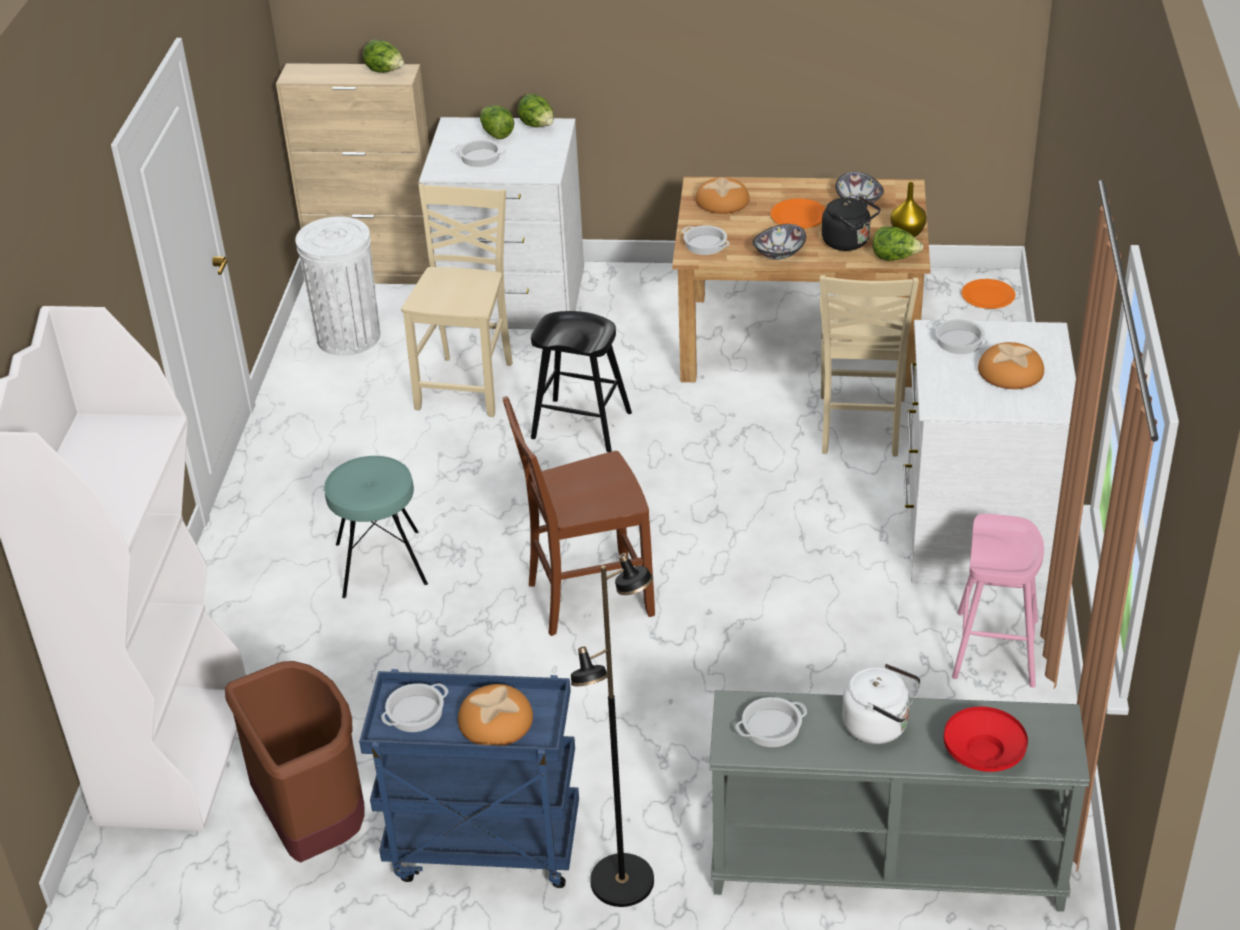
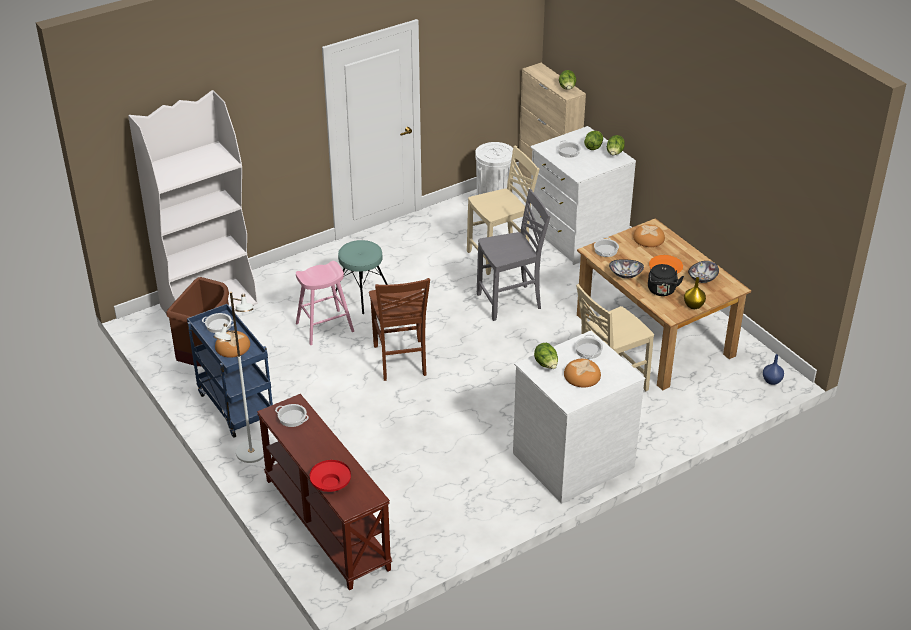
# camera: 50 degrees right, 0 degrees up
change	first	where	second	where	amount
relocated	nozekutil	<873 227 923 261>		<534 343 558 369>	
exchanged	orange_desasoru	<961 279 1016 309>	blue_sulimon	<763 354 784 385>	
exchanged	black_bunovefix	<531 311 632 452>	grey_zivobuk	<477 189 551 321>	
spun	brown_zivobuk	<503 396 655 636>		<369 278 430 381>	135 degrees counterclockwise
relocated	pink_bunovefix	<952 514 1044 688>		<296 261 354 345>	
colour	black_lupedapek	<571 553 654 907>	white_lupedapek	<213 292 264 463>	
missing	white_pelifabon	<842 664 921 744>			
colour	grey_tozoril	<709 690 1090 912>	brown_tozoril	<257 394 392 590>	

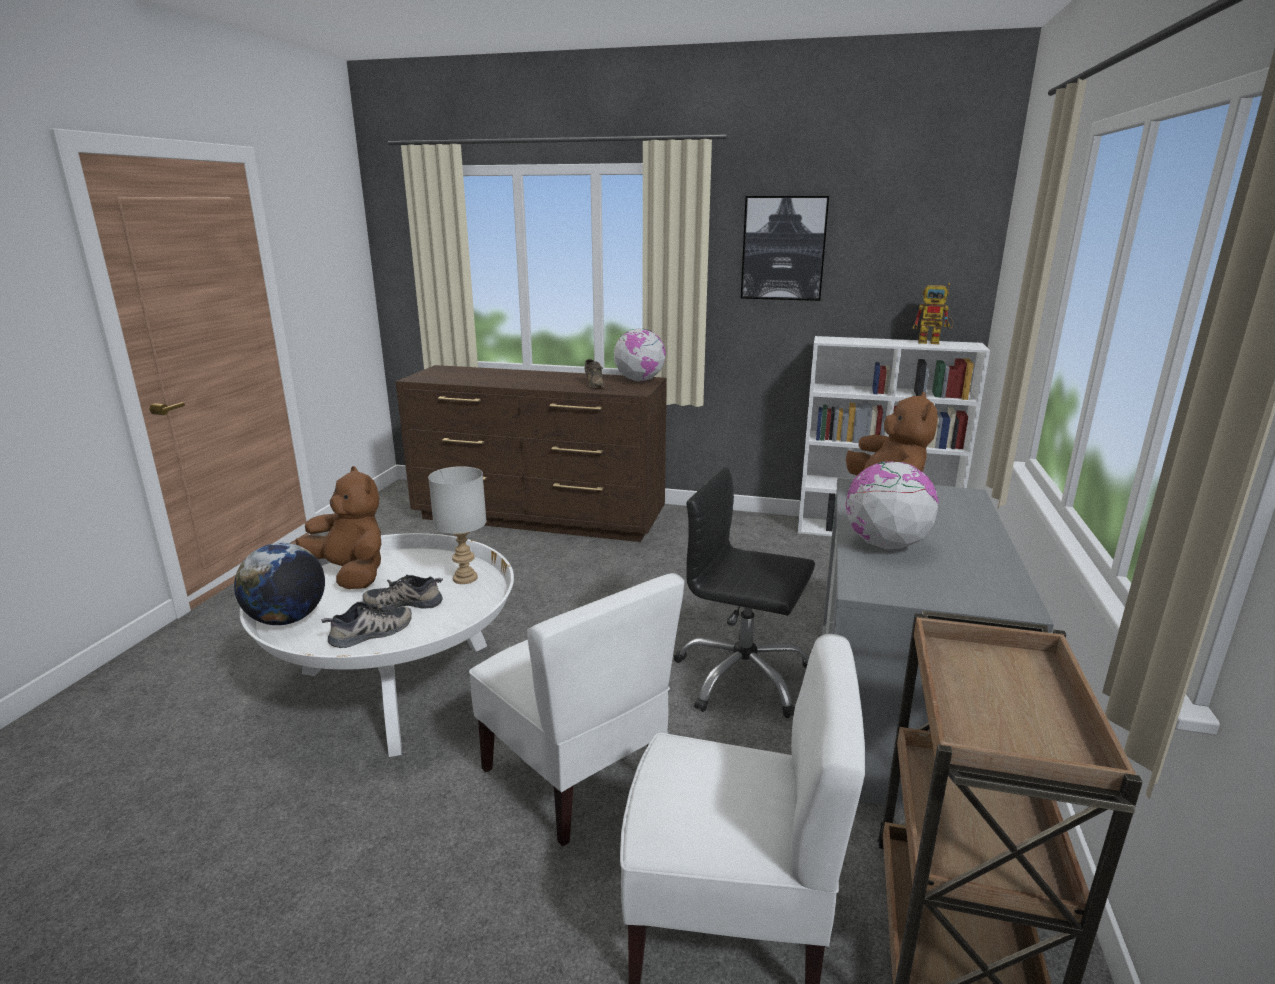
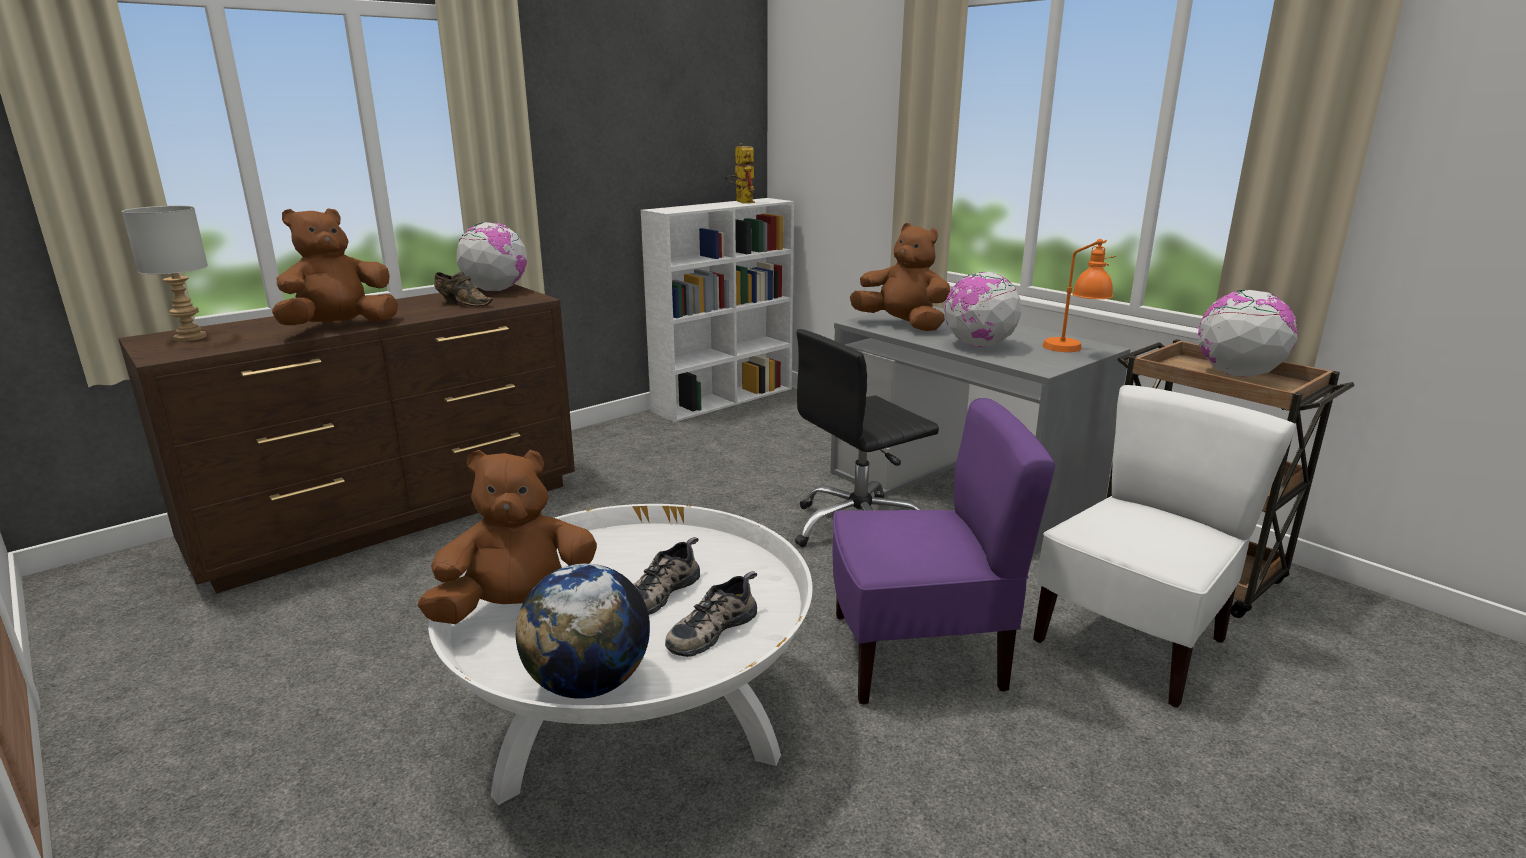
# camera: 55 degrees left, 0 degrees up
change	first	where	second	where	amount
missing	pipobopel	<741 196 829 301>			
spun	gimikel	<912 283 954 344>		<725 143 755 203>	75 degrees counterclockwise
relocated	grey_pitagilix	<428 466 487 584>		<122 206 208 342>	
colour	white_zivobuk	<469 573 685 847>	purple_zivobuk	<832 398 1055 705>	
spun	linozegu	<321 602 412 648>		<665 571 757 657>	135 degrees counterclockwise
appeared			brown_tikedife	<272 208 398 325>	
appeared			orange_pitagilix	<1042 239 1116 352>	
appeared			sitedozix	<1198 290 1298 377>	

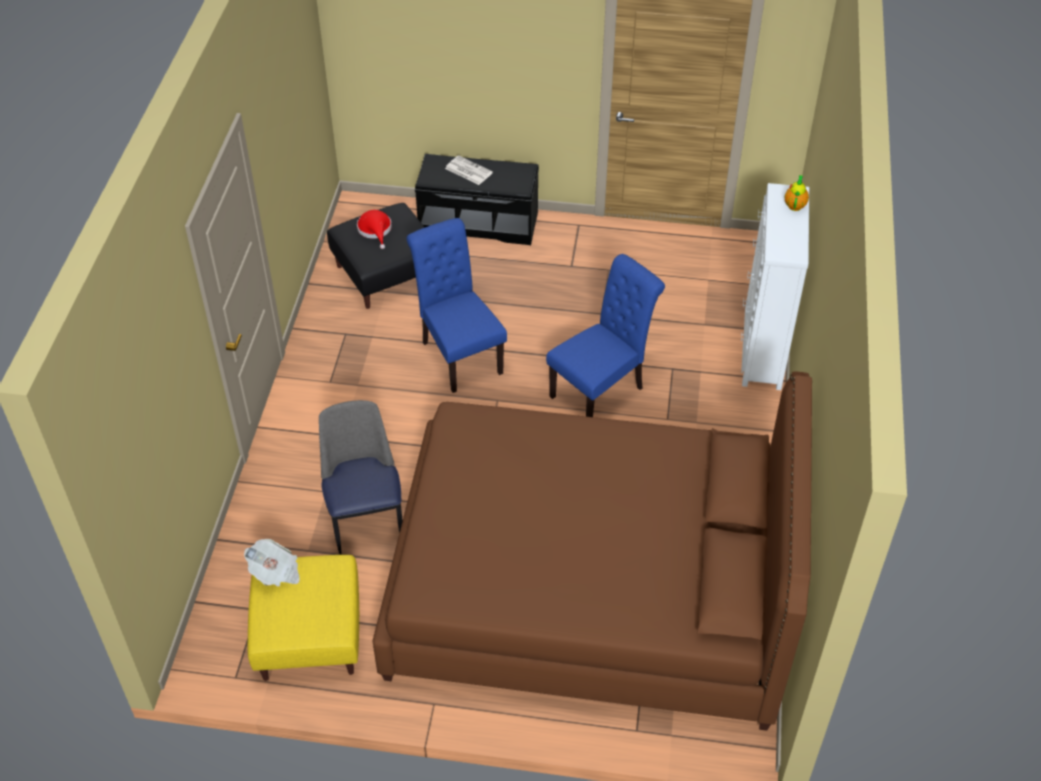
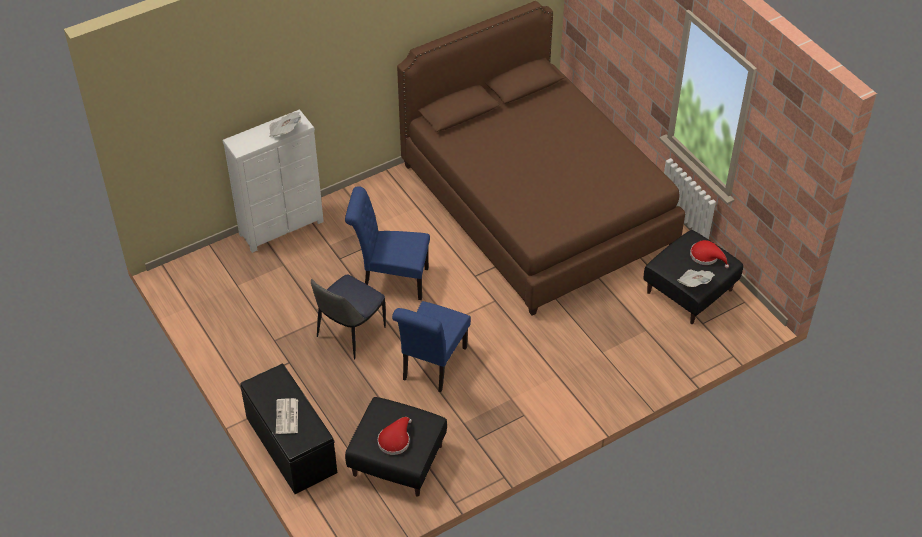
# camera: 130 degrees left, 0 degrees up
change	first	where	second	where	amount
missing	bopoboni	<785 175 809 211>			
relocated	zivobuk	<319 400 403 555>		<311 275 386 360>	
colour	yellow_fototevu	<248 555 359 681>	black_fototevu	<644 230 743 324>	
appeared			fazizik	<269 112 301 137>	
appeared			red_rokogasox	<690 240 729 268>	

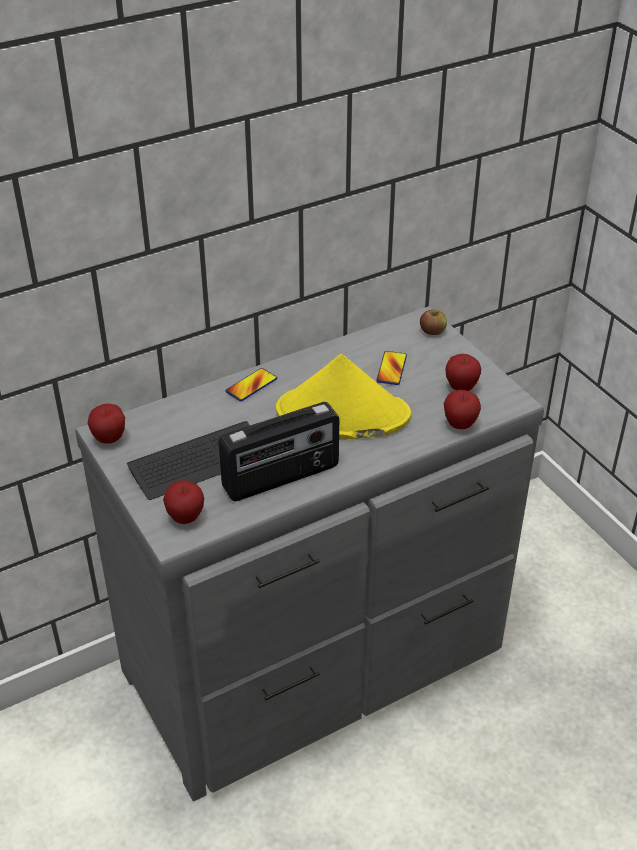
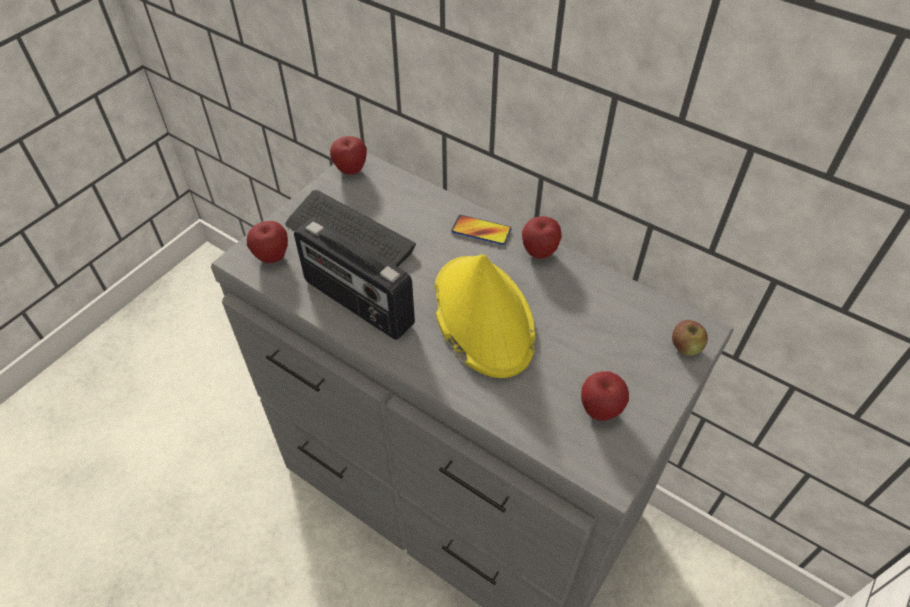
# camera: 65 degrees right, 10 degrees up
change	first	where	second	where	amount
missing	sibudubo	<376 351 407 385>			
relocated	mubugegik	<444 390 481 429>		<522 216 562 259>	

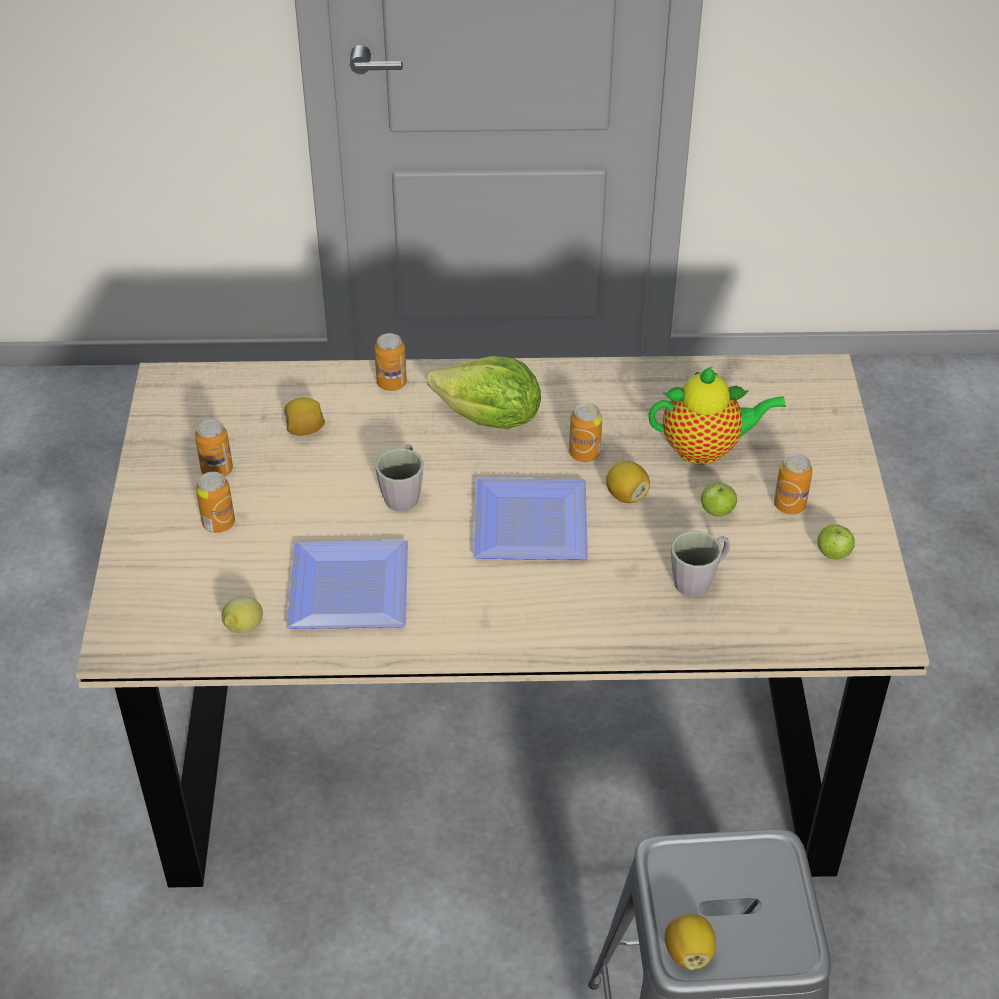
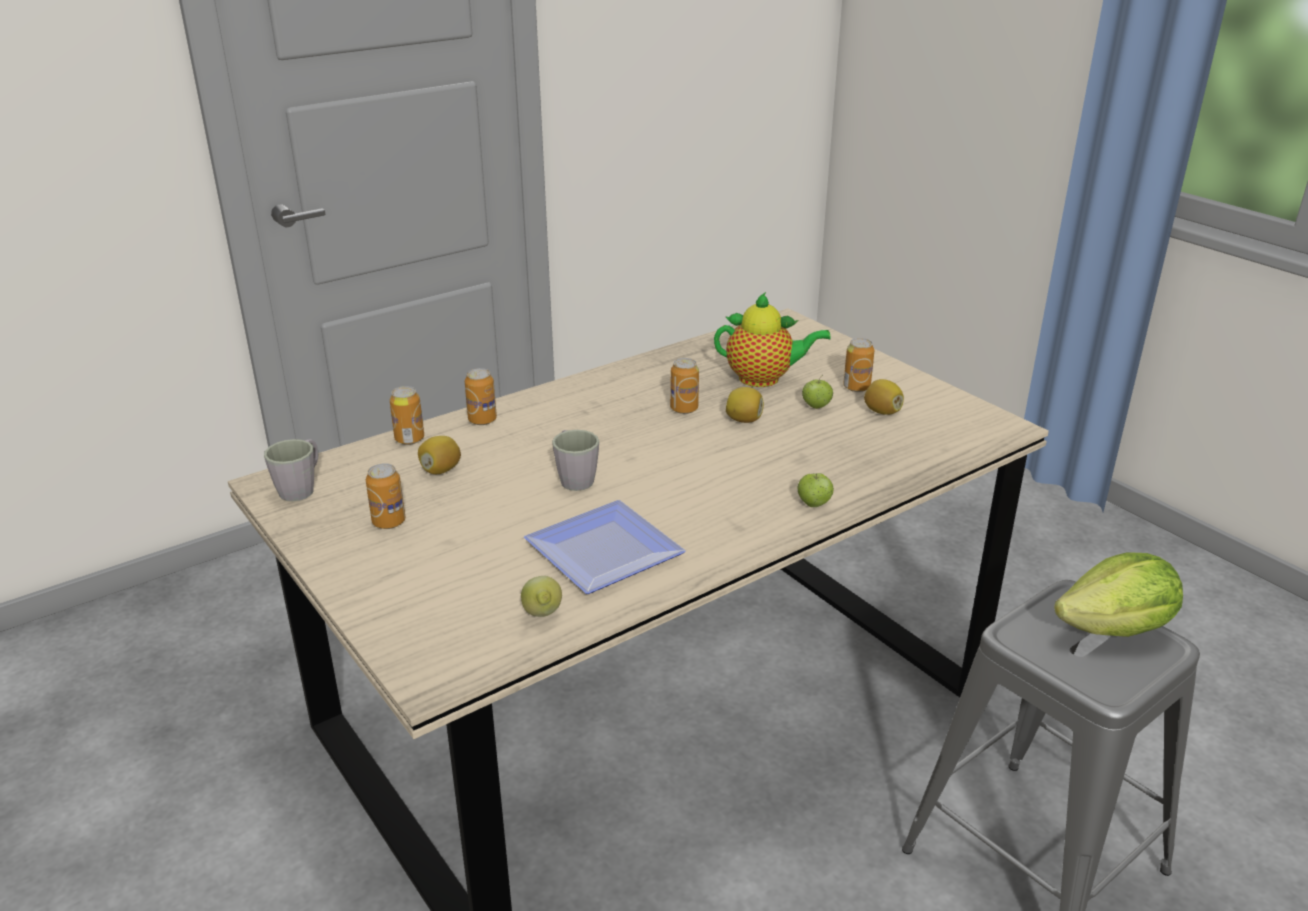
# camera: 35 degrees left, 15 degrees down
change	first	where	second	where	amount
relocated	nozekutil	<427 356 541 429>		<1054 552 1183 637>	
spun	bopoboni	<649 366 786 465>		<714 292 830 387>	45 degrees clockwise
relocated	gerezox	<196 472 235 533>		<390 386 424 445>	
missing	desasoru	<473 478 588 560>			
relocated	mubugegik	<817 524 855 559>		<798 473 834 507>	
relocated	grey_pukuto	<671 531 730 597>		<264 439 318 501>	
relocated	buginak	<665 914 716 970>		<864 379 904 415>	

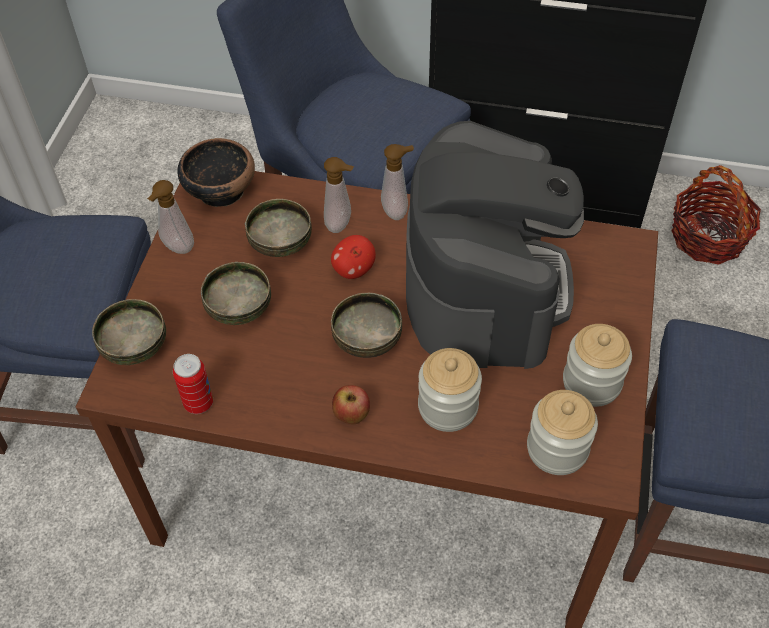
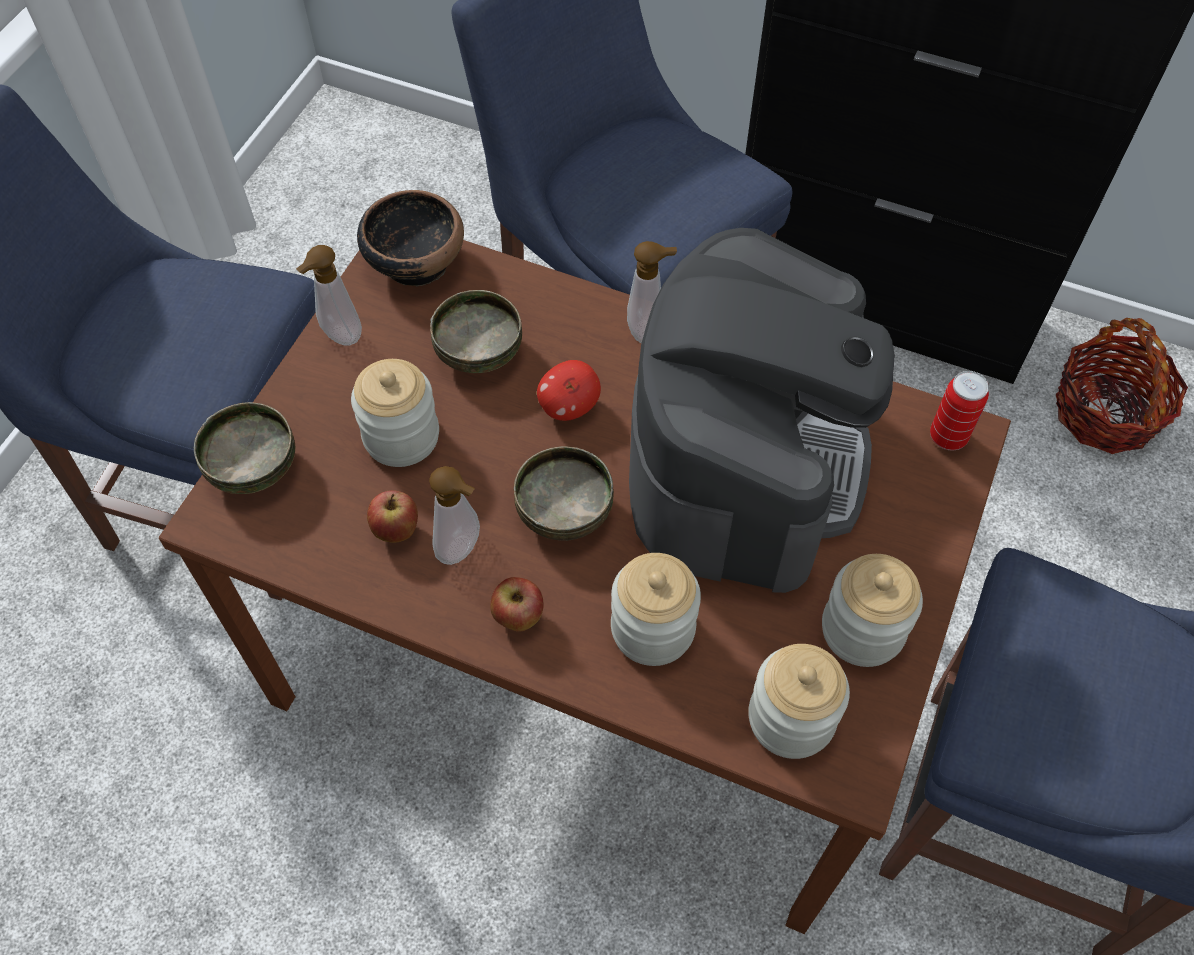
# camera: 10 degrees right, 5 degrees up
change	first	where	second	where	amount
relocated	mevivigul	<324 157 354 233>		<429 466 480 565>	
exchanged	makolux	<201 262 271 325>	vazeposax	<351 359 439 467>	
relocated	gerezox	<173 354 213 414>		<930 371 989 450>	
appeared			mubugegik	<367 490 418 543>	

